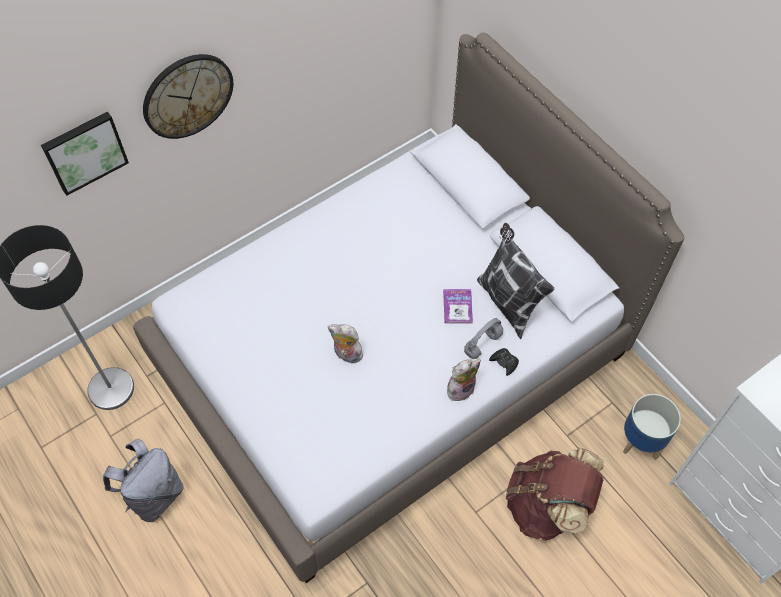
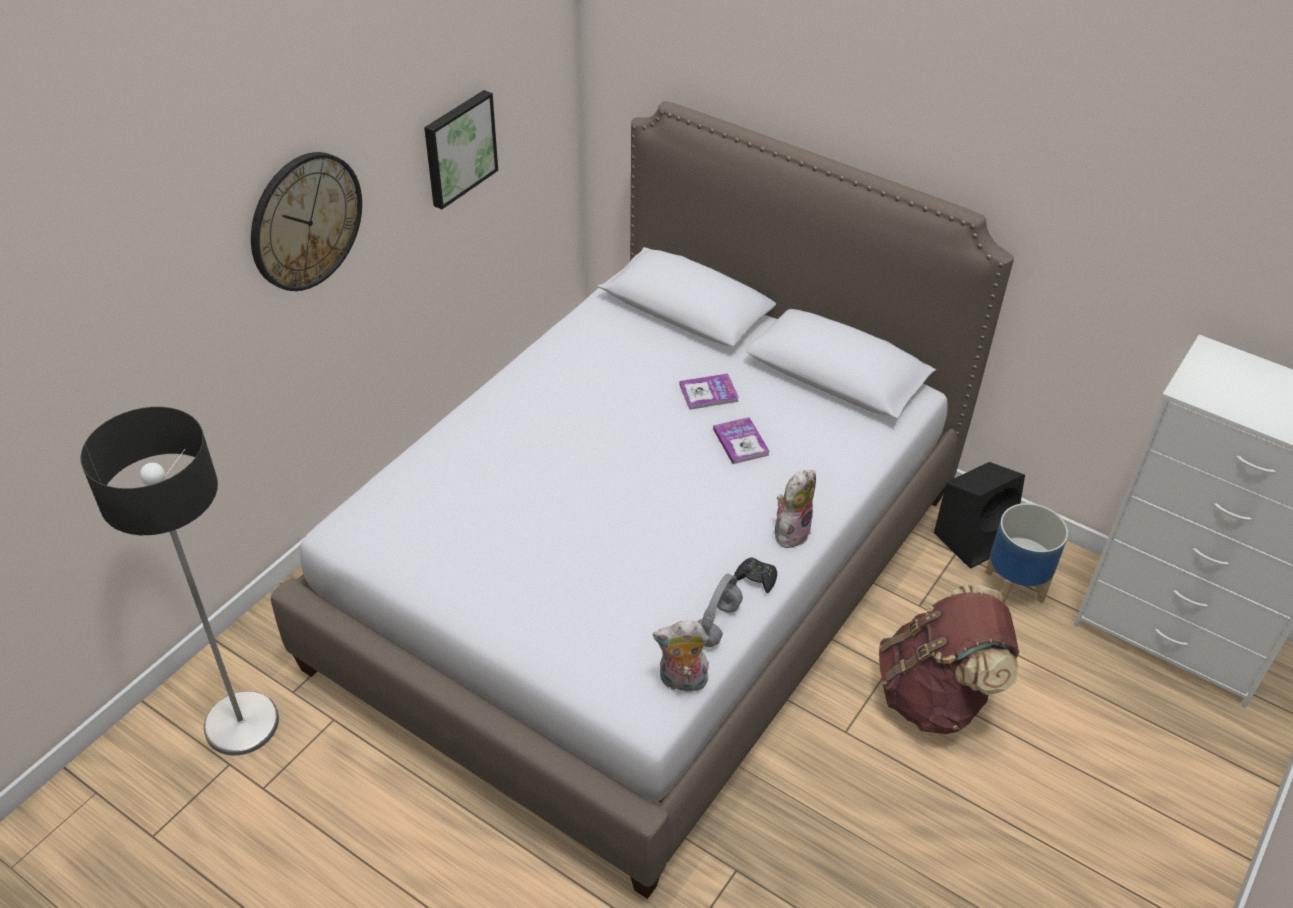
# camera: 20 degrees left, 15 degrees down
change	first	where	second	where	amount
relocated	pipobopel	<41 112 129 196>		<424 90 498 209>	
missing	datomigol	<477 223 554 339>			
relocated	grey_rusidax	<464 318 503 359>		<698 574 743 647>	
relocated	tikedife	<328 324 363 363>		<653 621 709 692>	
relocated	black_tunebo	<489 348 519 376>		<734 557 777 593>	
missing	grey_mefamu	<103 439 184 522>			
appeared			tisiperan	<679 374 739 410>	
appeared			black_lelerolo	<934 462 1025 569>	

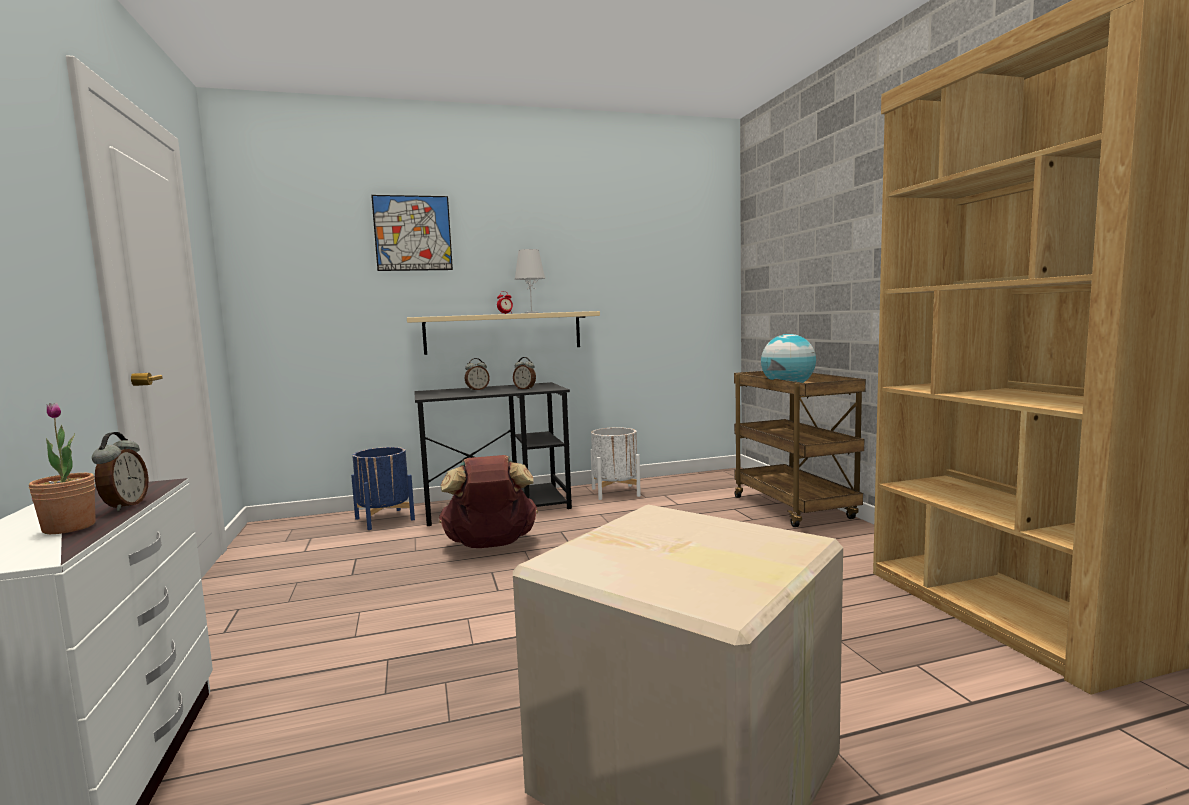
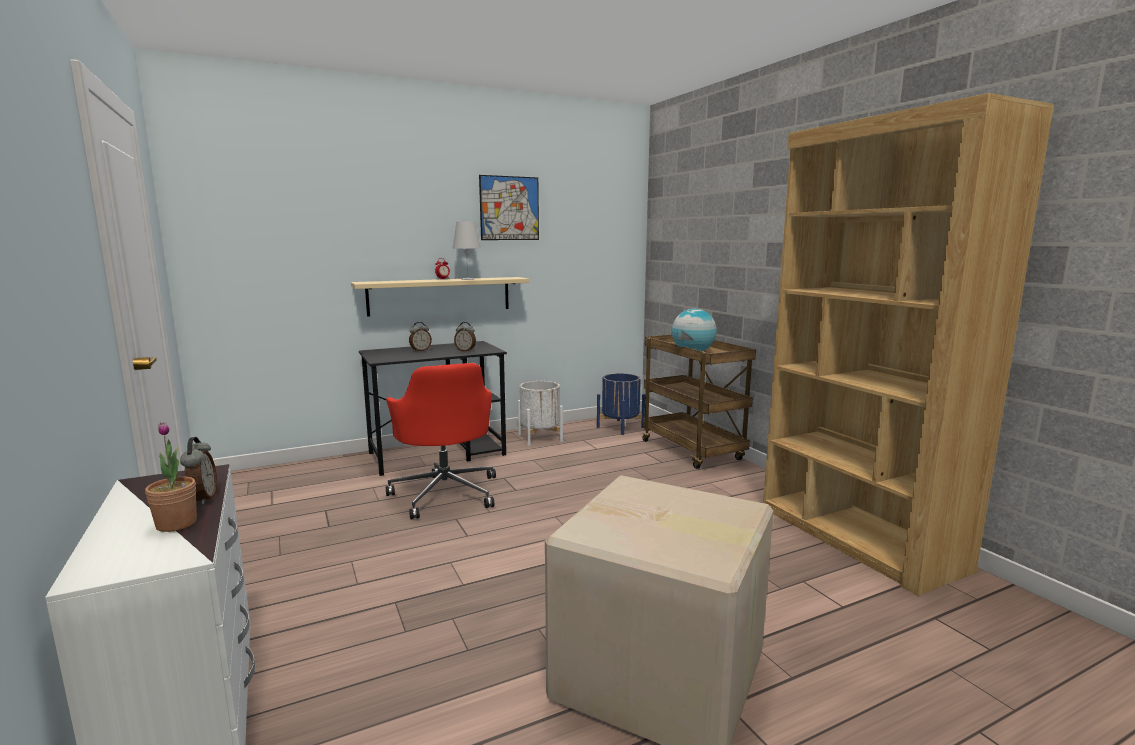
# camera: 10 degrees left, 5 degrees up
change	first	where	second	where	amount
relocated	pipobopel	<371 195 453 271>		<479 175 539 240>	
relocated	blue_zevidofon	<351 447 415 530>		<597 373 645 435>	
exchanged	brown_mefamu	<439 455 538 548>	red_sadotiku	<386 363 496 520>	

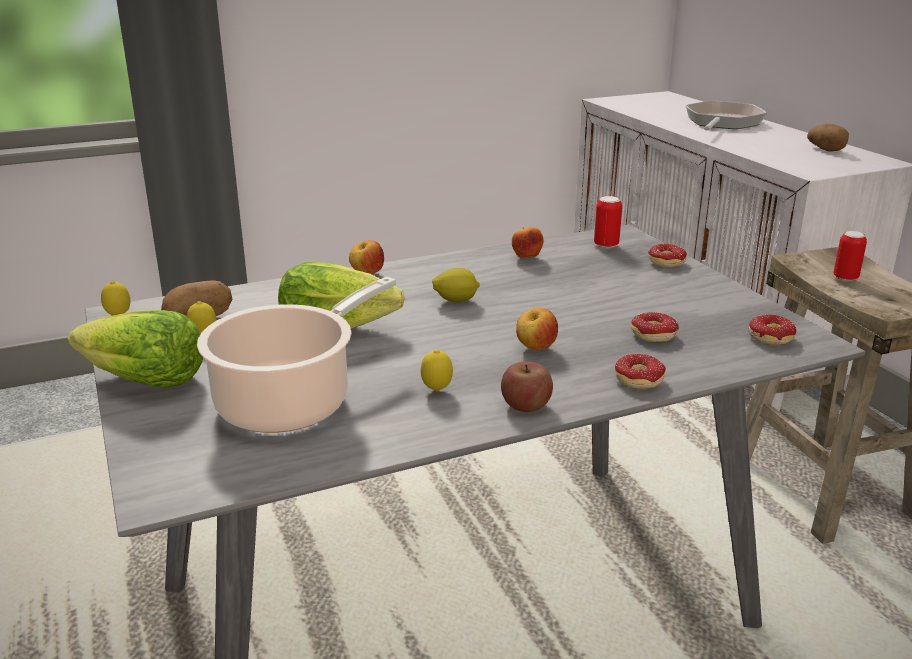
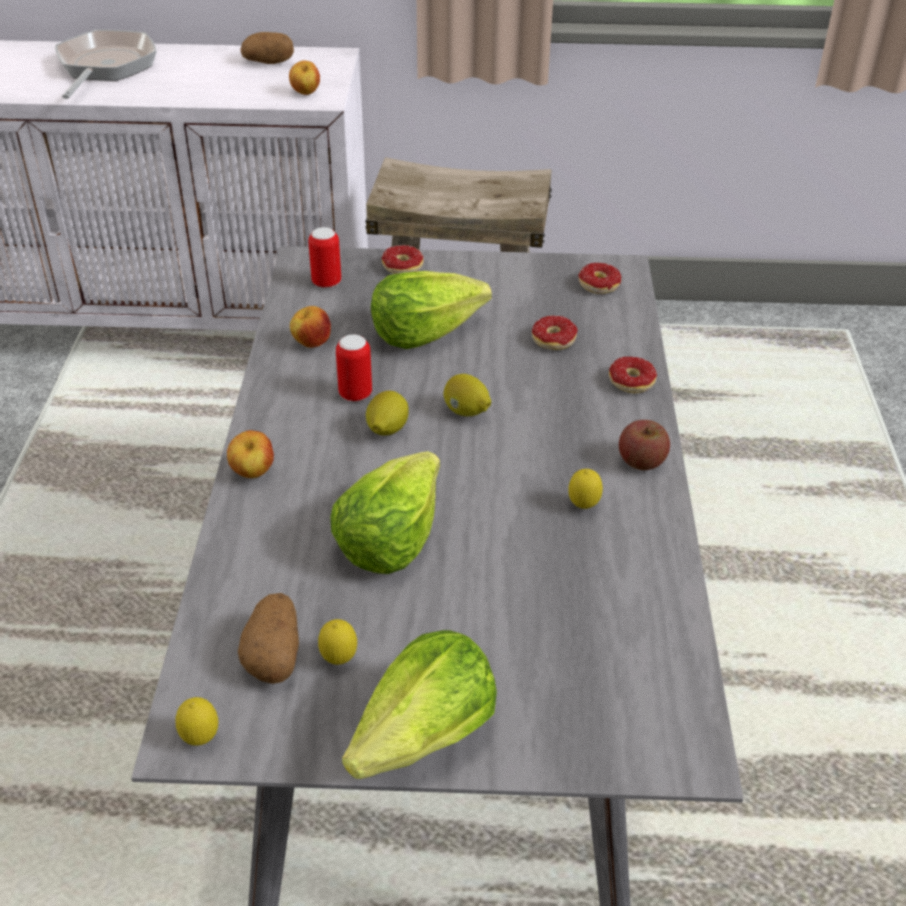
# camera: 65 degrees left, 15 degrees up
change	first	where	second	where	amount
spun	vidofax	<685 101 767 131>		<55 29 157 99>	45 degrees clockwise
relocated	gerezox	<834 231 867 281>		<336 335 372 402>	
missing	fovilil	<197 276 396 433>			
relocated	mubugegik	<516 308 558 351>		<289 61 320 95>	
appeared			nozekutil	<371 271 492 349>	
appeared			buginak	<444 374 491 416>	

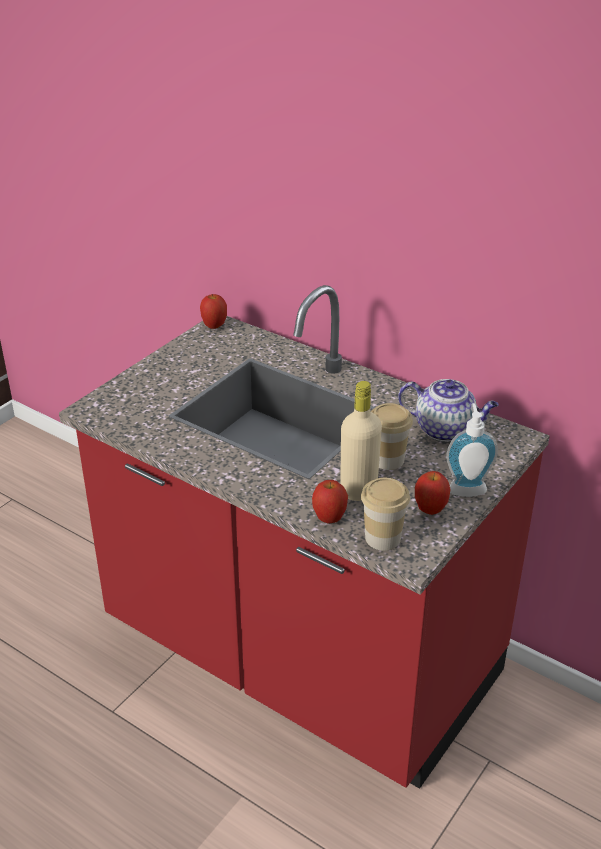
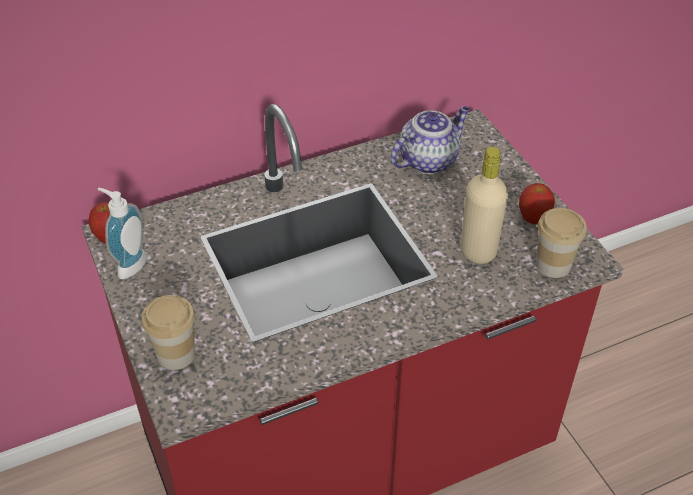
# camera: 60 degrees left, 10 degrees up
change	first	where	second	where	amount
relocated	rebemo	<371 403 413 470>		<142 295 195 370>	
relocated	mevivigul	<446 403 498 497>		<98 188 147 279>	
missing	mubugegik	<312 480 348 523>			

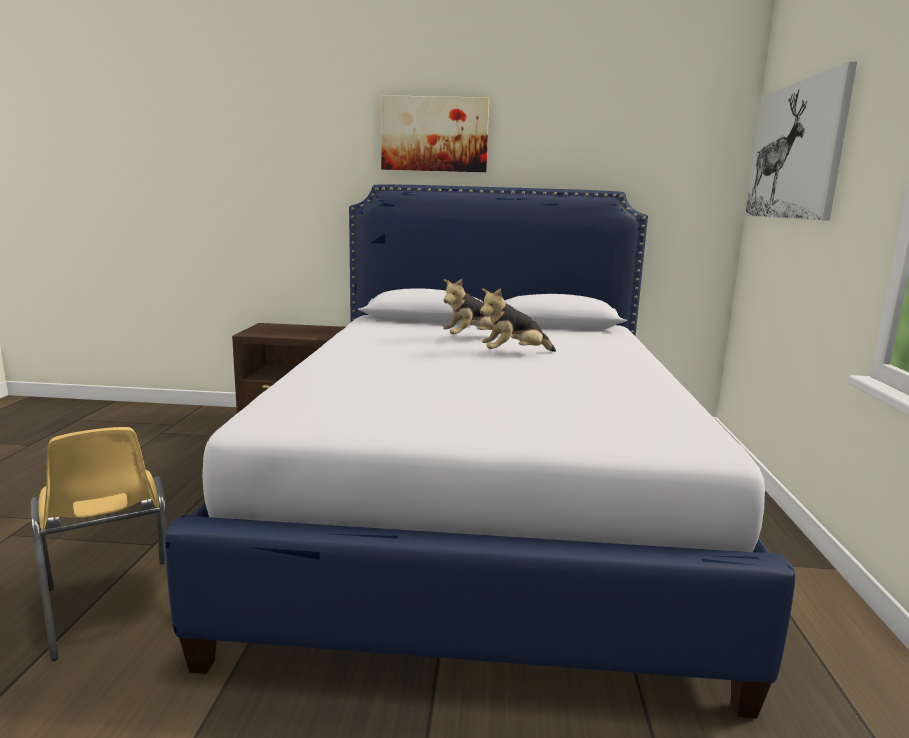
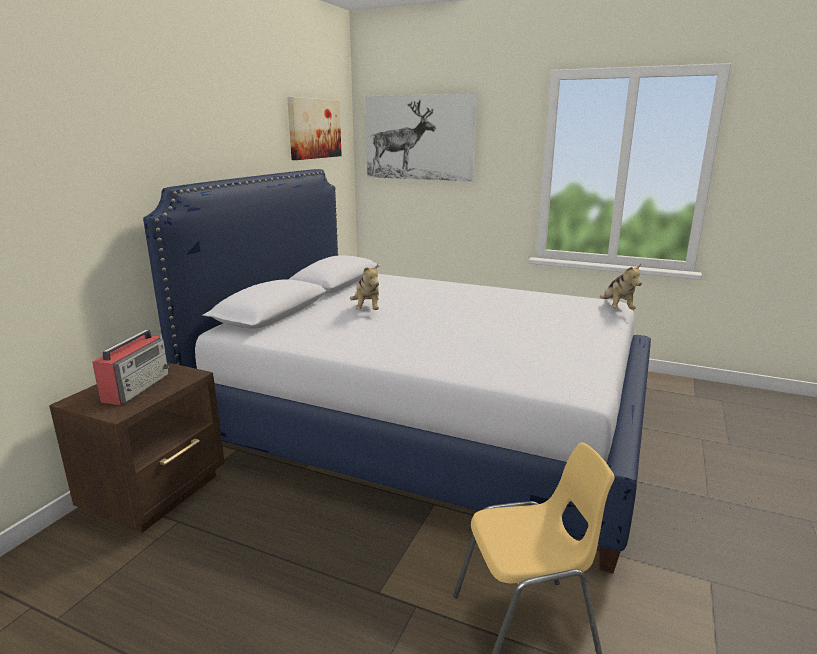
# camera: 70 degrees left, 5 degrees up
change	first	where	second	where	amount
relocated	pipobopel	<381 95 489 172>		<287 97 342 160>	
relocated	tikedife	<480 288 556 352>		<600 263 642 309>	
appeared			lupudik	<92 327 169 405>	

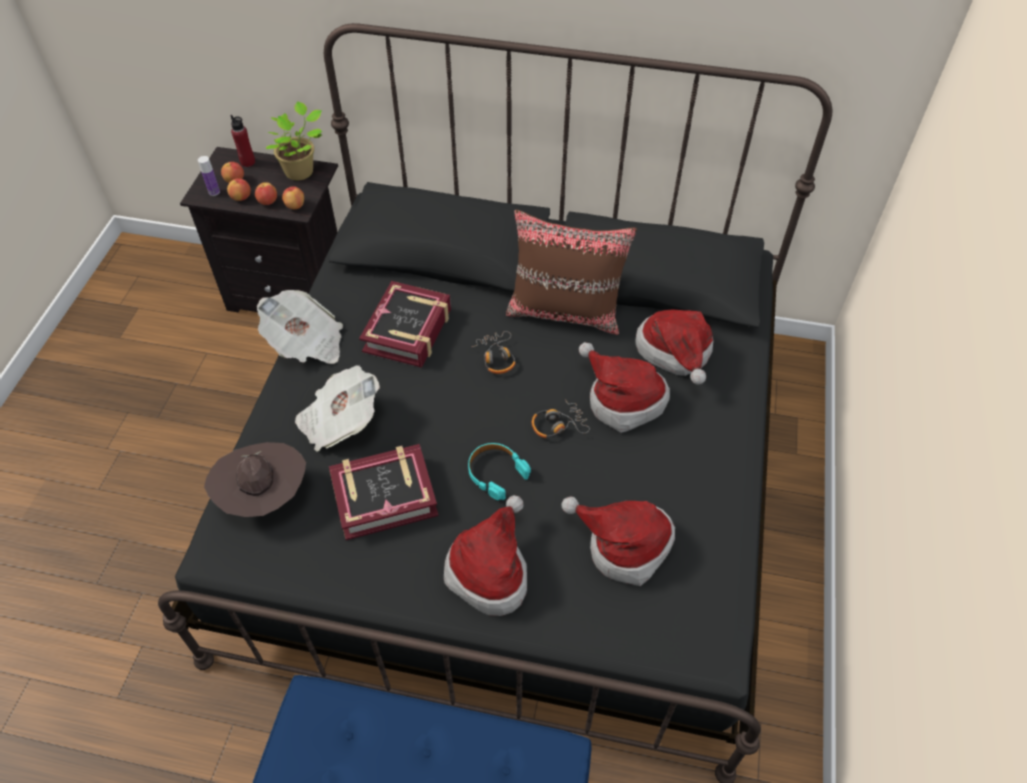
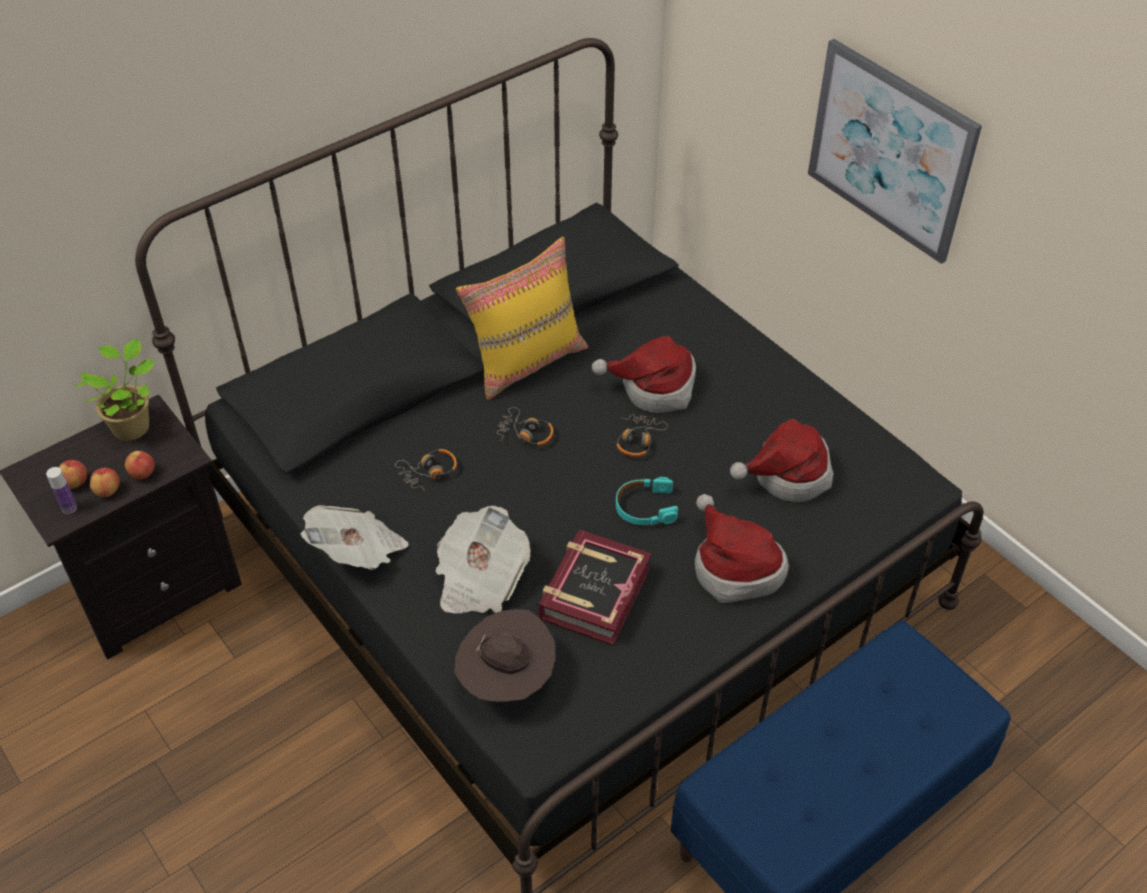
# camera: 50 degrees left, 5 degrees down
change	first	where	second	where	amount
missing	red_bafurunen	<230 115 255 167>			
missing	mubugegik	<282 186 304 210>			
colour	brown_datomigol	<506 209 637 335>	yellow_datomigol	<456 237 588 400>	
exchanged	tisiperan	<359 281 451 368>	rusidax	<395 449 457 491>	
missing	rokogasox	<636 309 713 385>			
appeared			pipobopel	<808 39 982 264>	

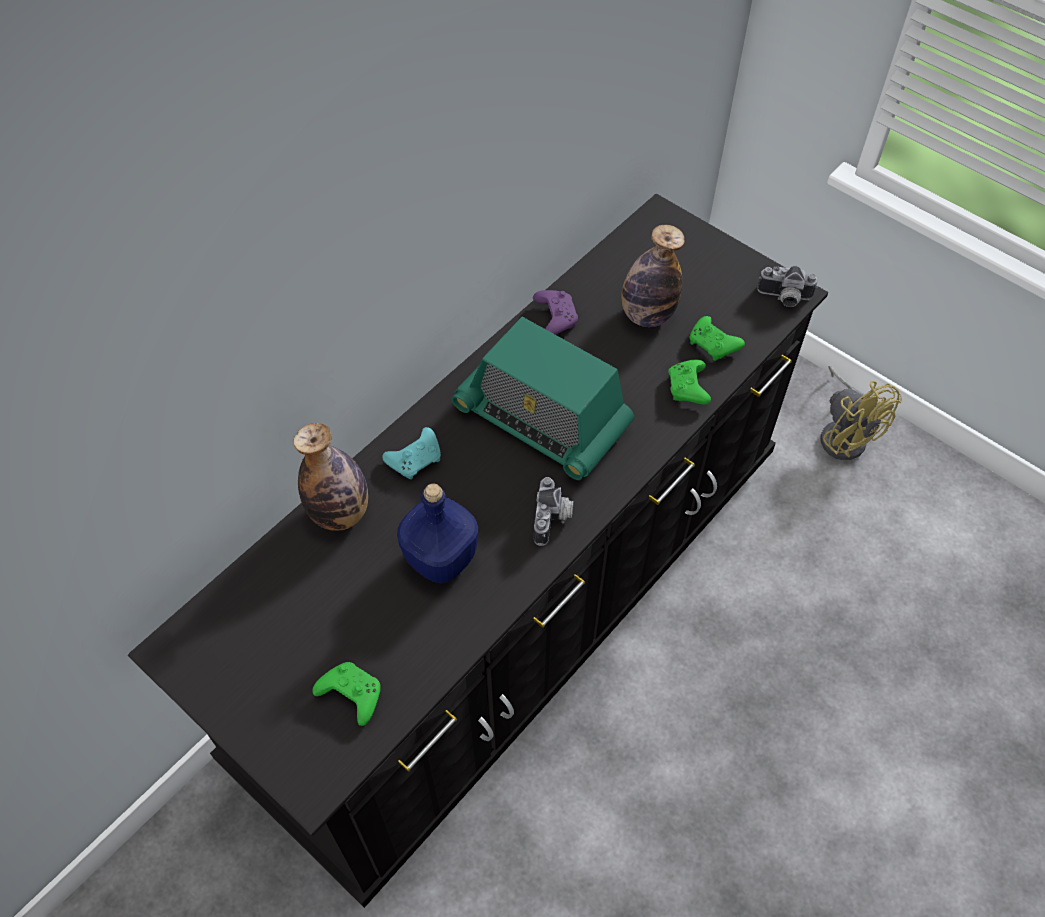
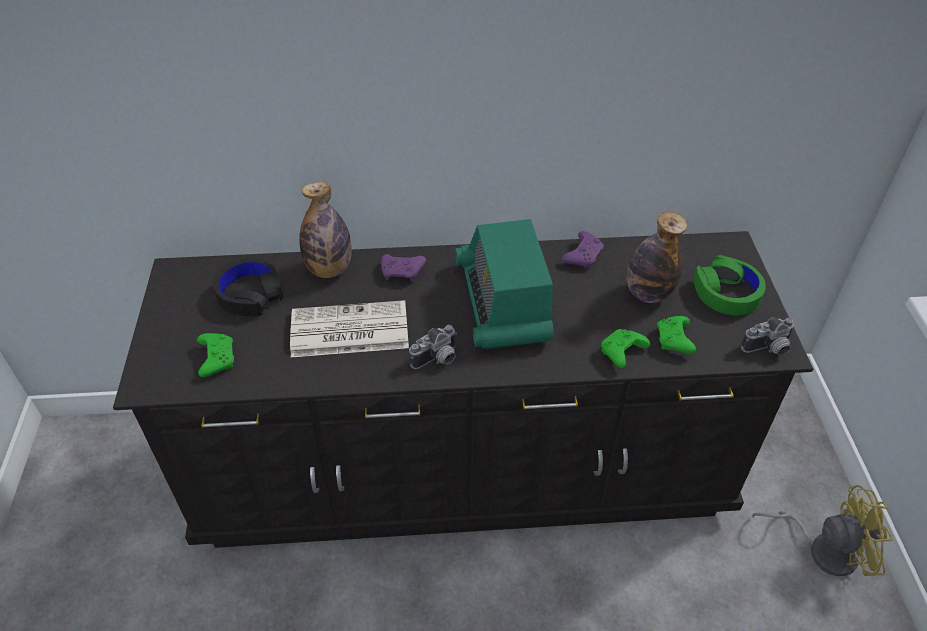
# camera: 45 degrees right, 10 degrees down
change	first	where	second	where	amount
spun	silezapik	<757 266 818 307>		<741 317 795 355>	75 degrees counterclockwise
spun	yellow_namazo	<820 366 902 460>		<752 485 893 576>	105 degrees counterclockwise
colour	turquoise_tunebo	<382 427 441 480>	purple_tunebo	<381 254 426 281>	
exchanged	blue_bafurunen	<397 483 478 583>	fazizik	<290 300 409 357>	
appeared			green_rusidax	<693 255 766 315>	
appeared			black_rusidax	<213 258 283 317>	

